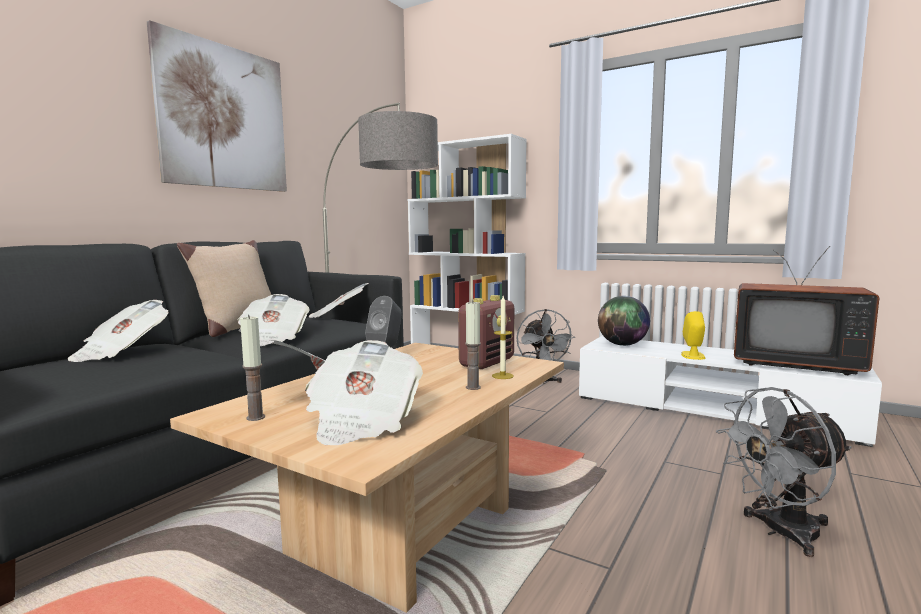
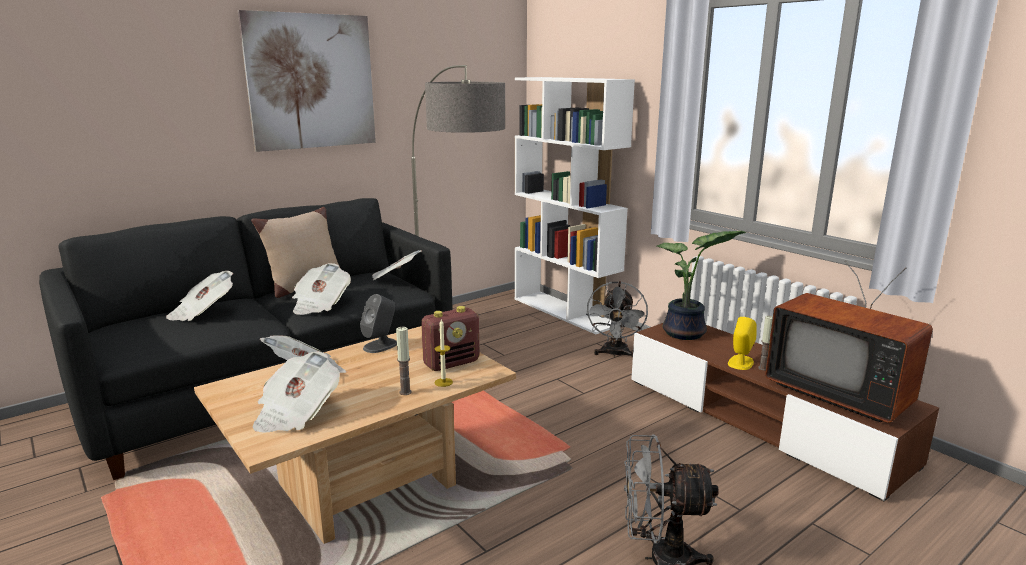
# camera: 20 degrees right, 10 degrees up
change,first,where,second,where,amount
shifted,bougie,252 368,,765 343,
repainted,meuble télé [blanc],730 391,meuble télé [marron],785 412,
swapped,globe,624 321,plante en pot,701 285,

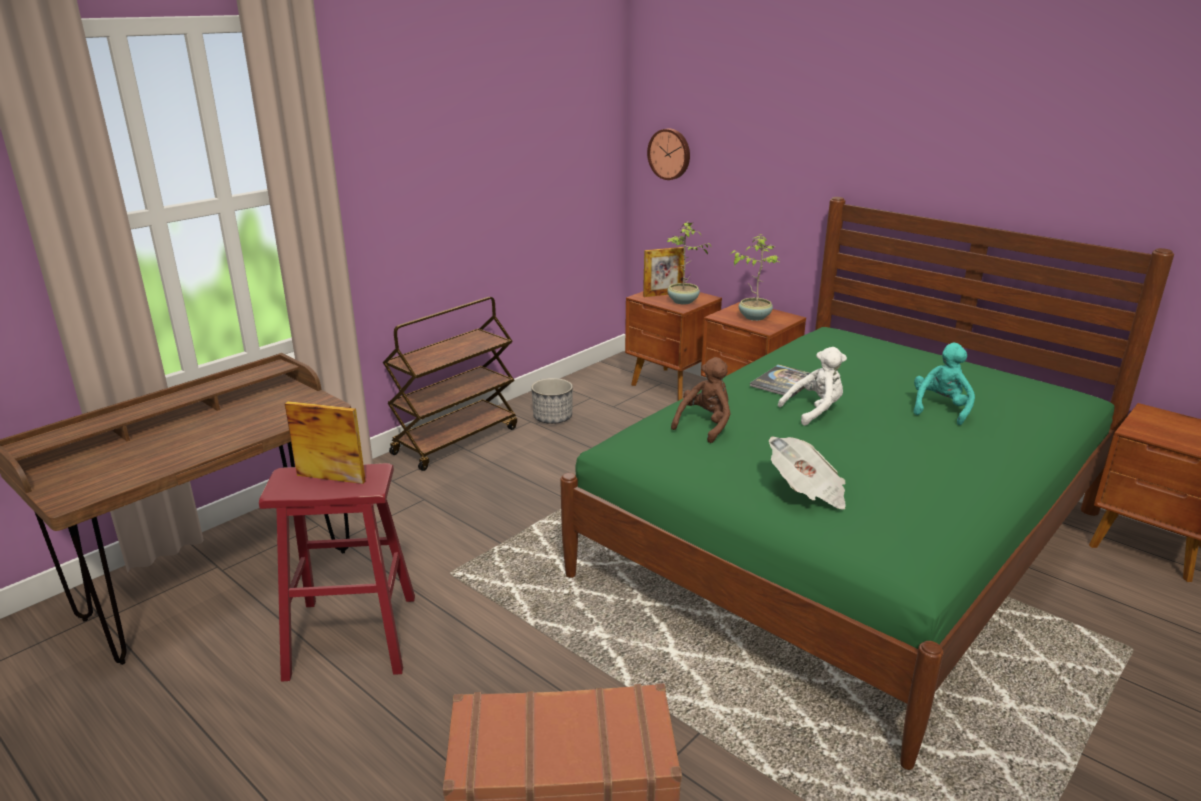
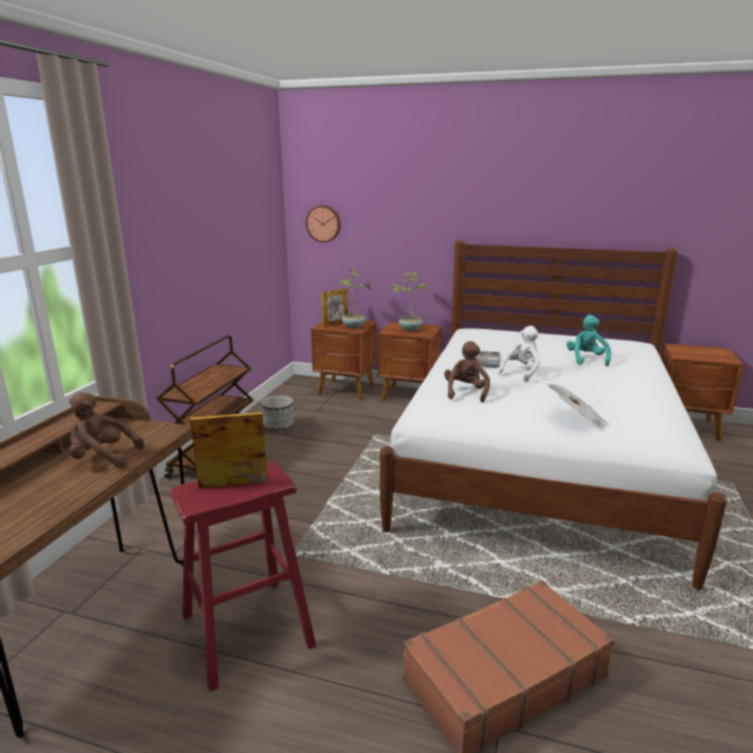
# camera: 25 degrees left, 5 degrees down
change,first,where,second,where,amount
repainted,lit [vert],867 483,lit [blanc],553 415,
new,,,peluche [marron],106 430,

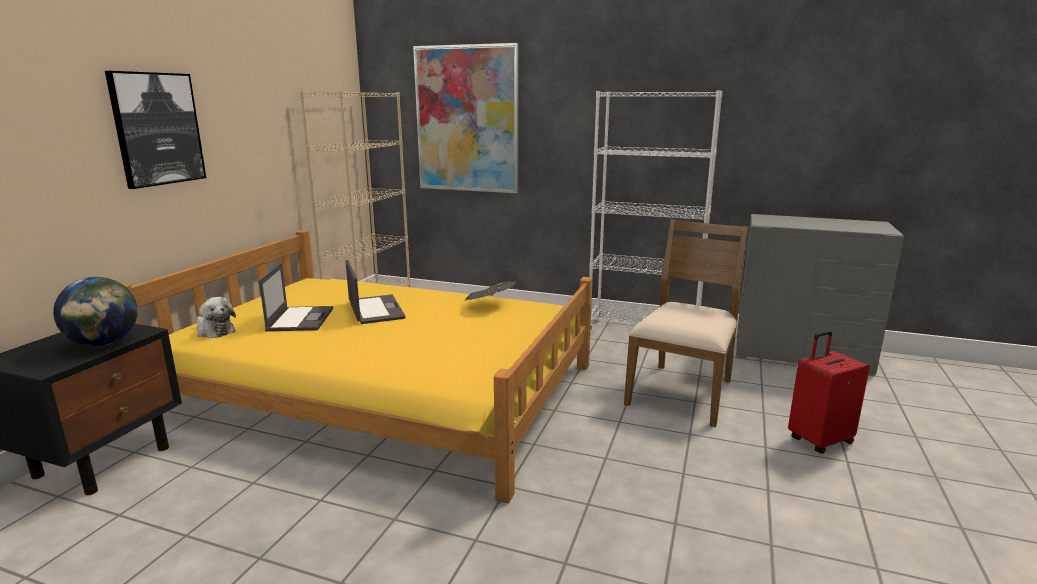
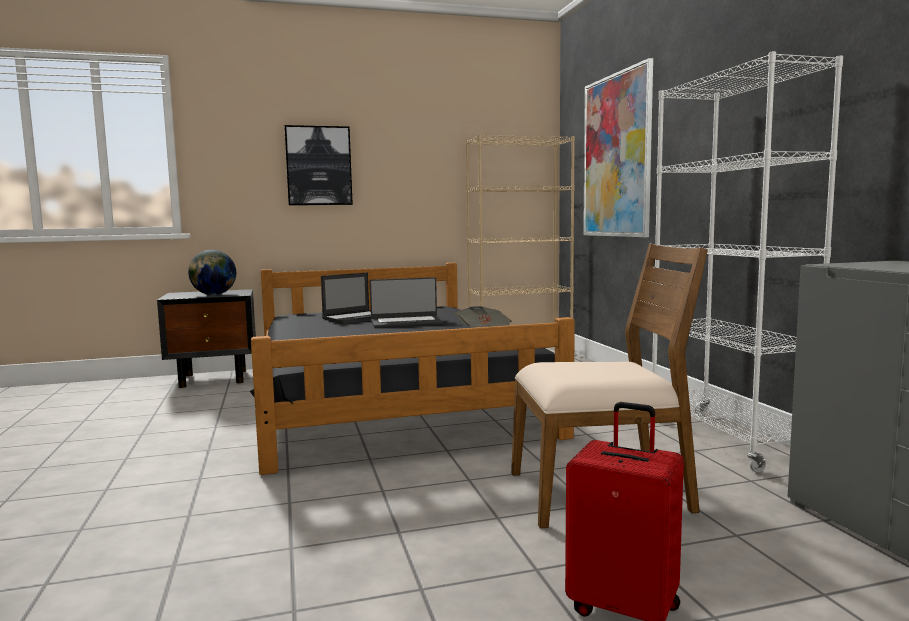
# camera: 55 degrees right, 10 degrees down
change,first,where,second,where,amount
repainted,lit [jaune],357 367,lit [noir],412 369,
gone,peluche,216 317,,,
rotated,ordinateur portable,375 292,,407 302,45 degrees clockwise

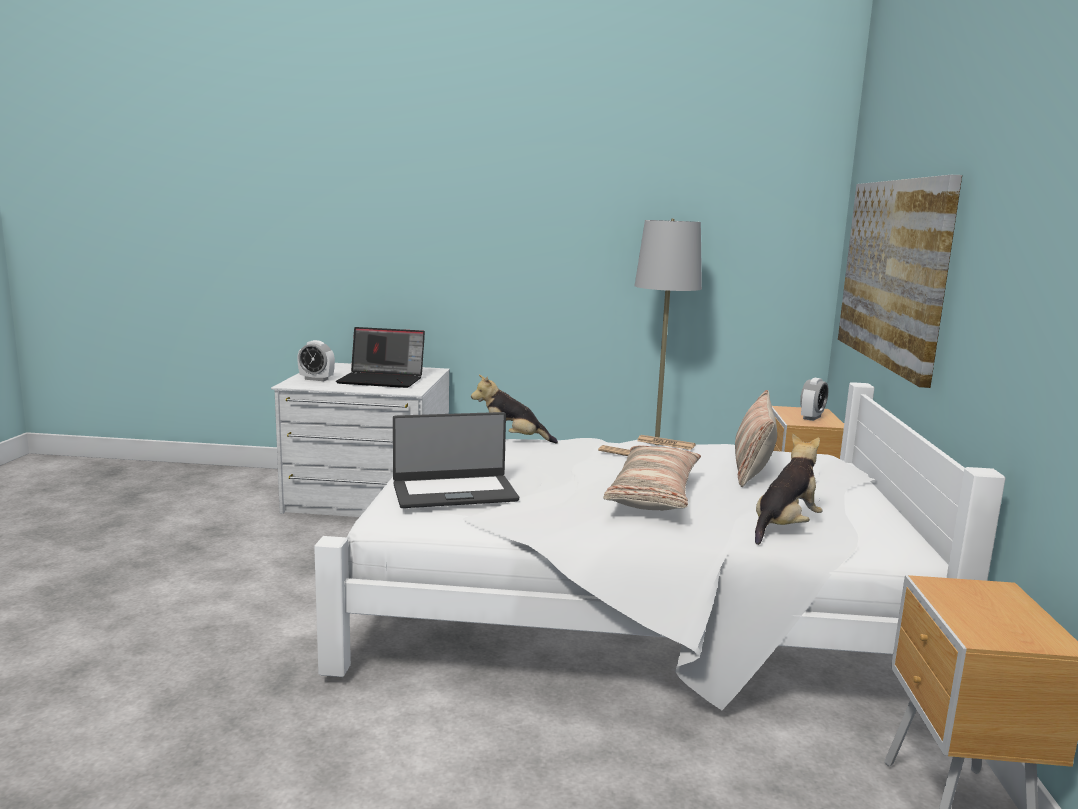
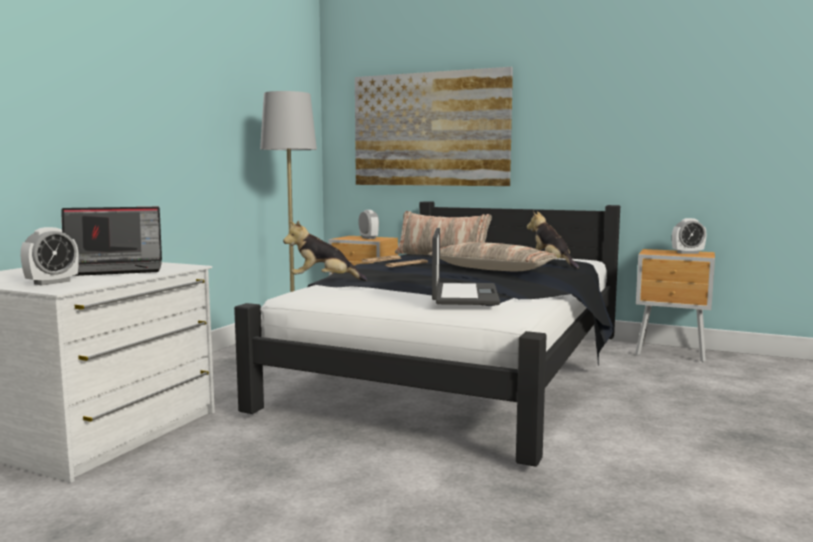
# camera: 70 degrees left, 5 degrees down
change,first,where,second,where,amount
repainted,lit [blanc],660 546,lit [noir],427 334,
rotated,ordinateur portable,380 357,,111 241,45 degrees clockwise
rotated,peluche,514 409,,325 250,60 degrees clockwise
new,,,réveil,689 236,

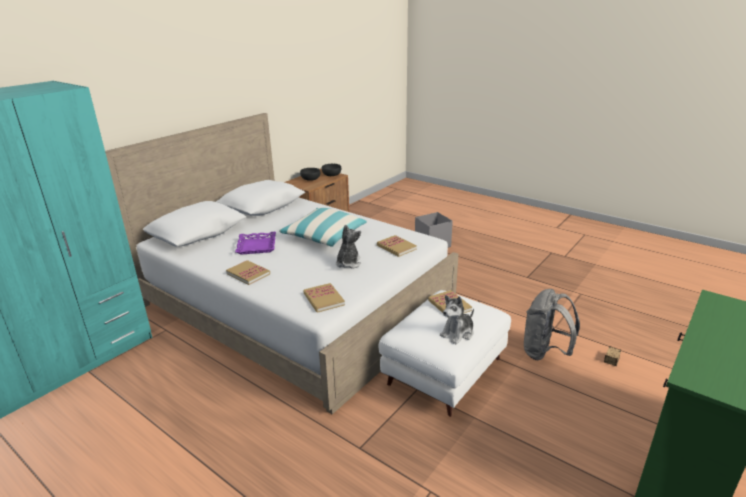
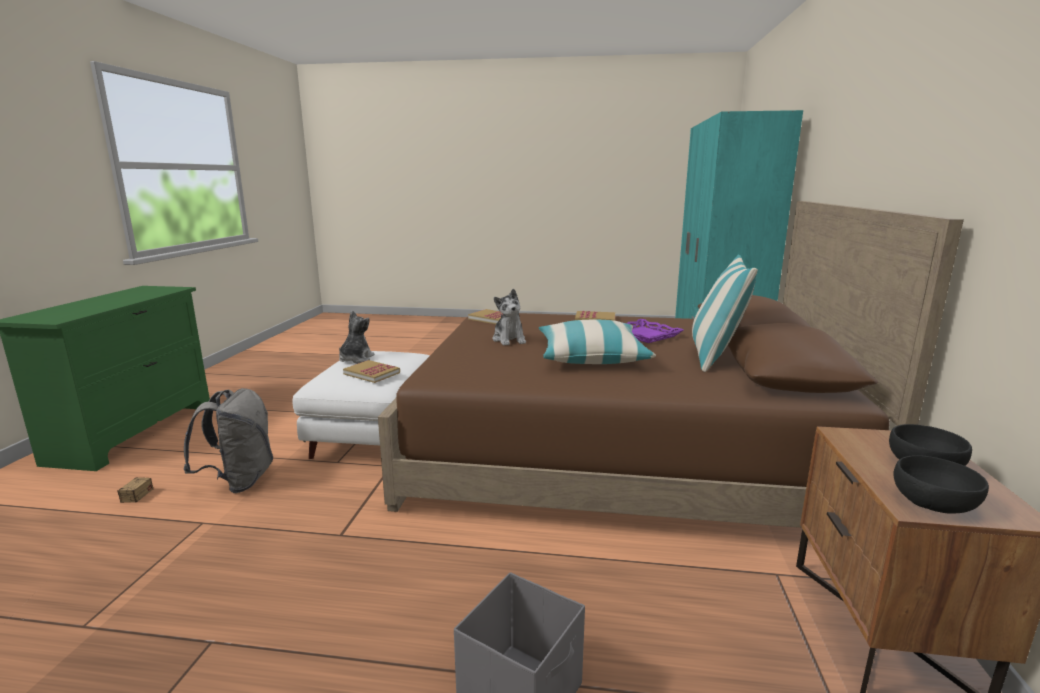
# camera: 150 degrees right, 10 degrees down
change,first,where,second,where,amount
repainted,lit [blanc],282 263,lit [marron],671 364,
gone,livre,397 246,,,
new,,,coussin,725 313,

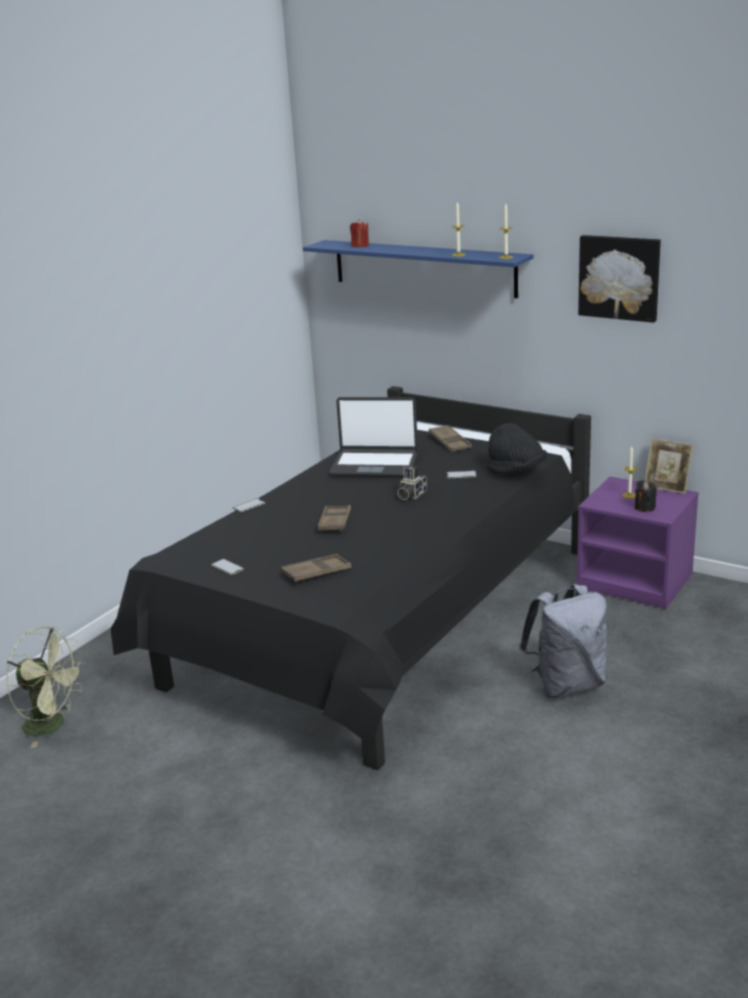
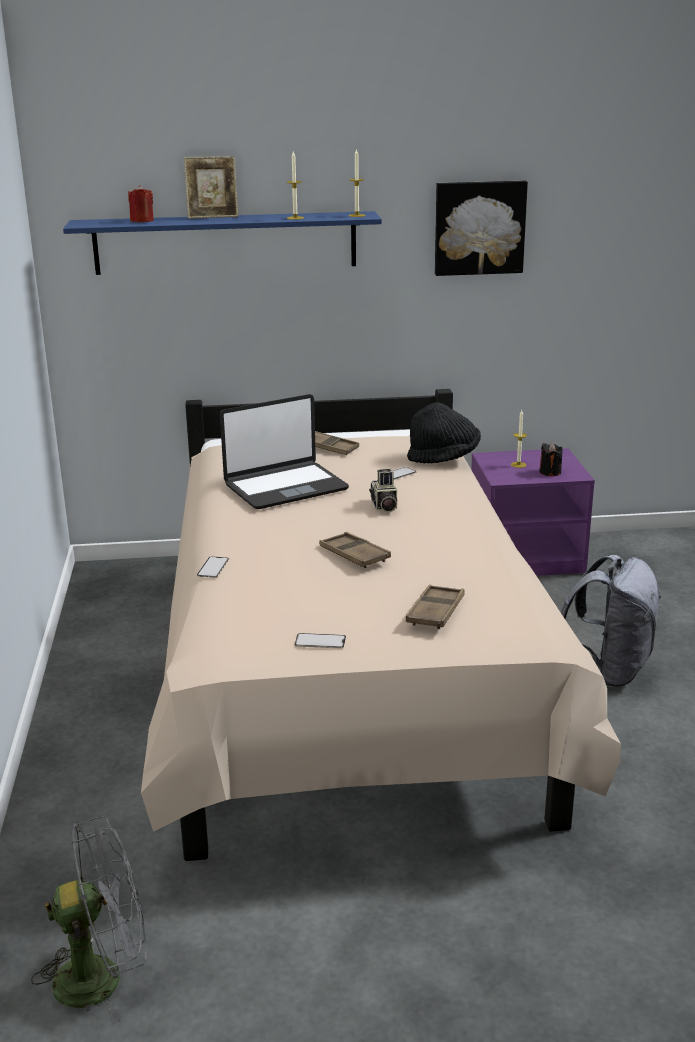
# camera: 40 degrees left, 0 degrees up
change,first,where,second,where,amount
repainted,ventilateur [vert],46 687,ventilateur [gris],89 919,
repainted,lit [noir],351 578,lit [beige],381 625,
shifted,cadre photo,669 466,,211 187,

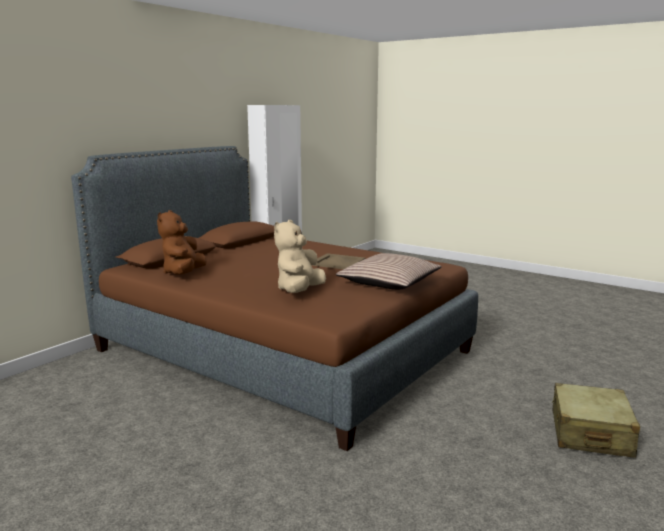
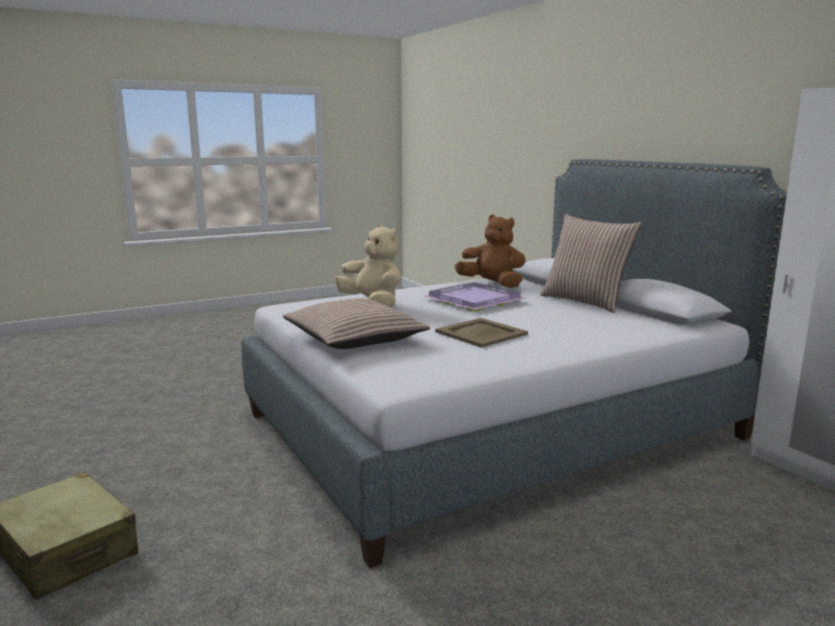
# camera: 115 degrees right, 0 degrees up
change,first,where,second,where,amount
repainted,lit [marron],274 298,lit [gris],514 363,
new,,,plateau [violet],475 296,
new,,,coussin,591 263,

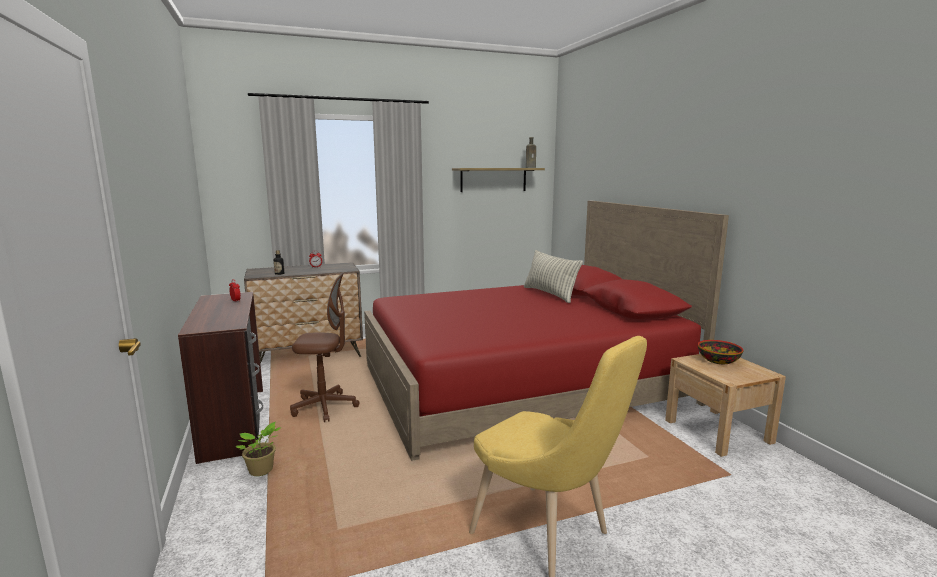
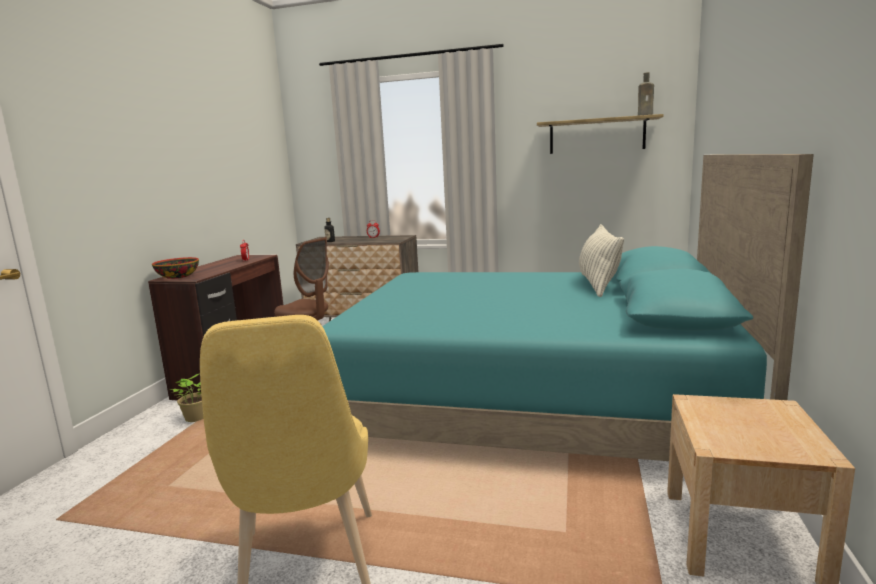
# camera: 35 degrees right, 0 degrees up
change,first,where,second,where,amount
repainted,lit [rouge],546 331,lit [turquoise],568 307,
shifted,bol,720 352,,175 268,

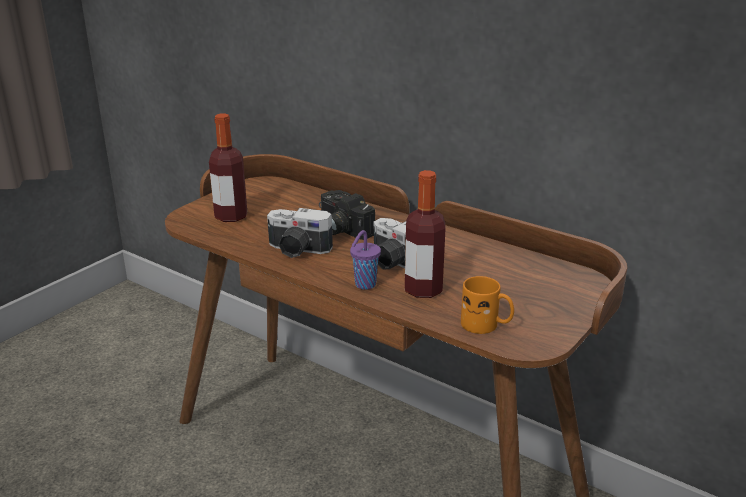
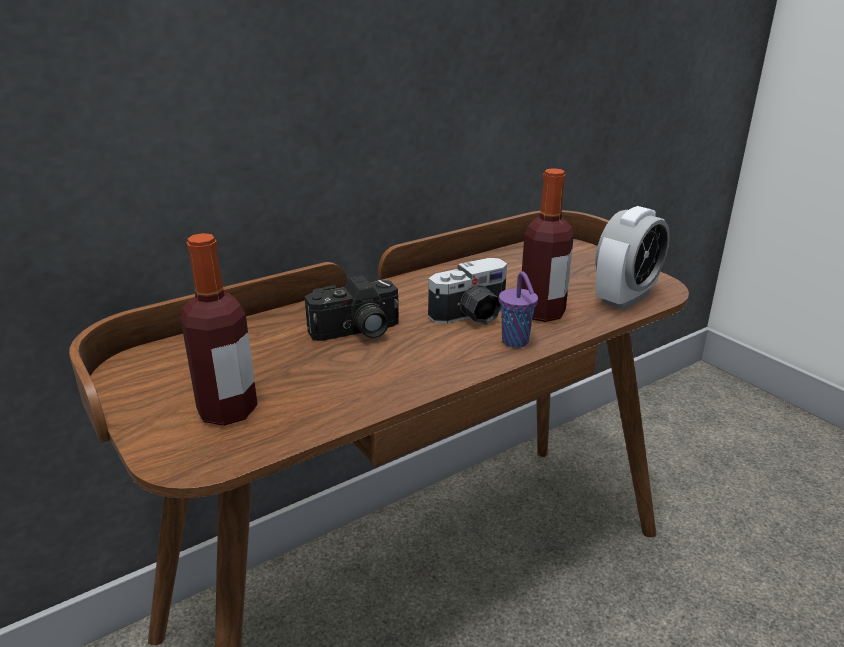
# camera: 70 degrees left, 0 degrees up
change,first,where,second,where,amount
gone,appareil photo,300 233,,,
swapped,mug [orange],487 305,réveil,632 258,

